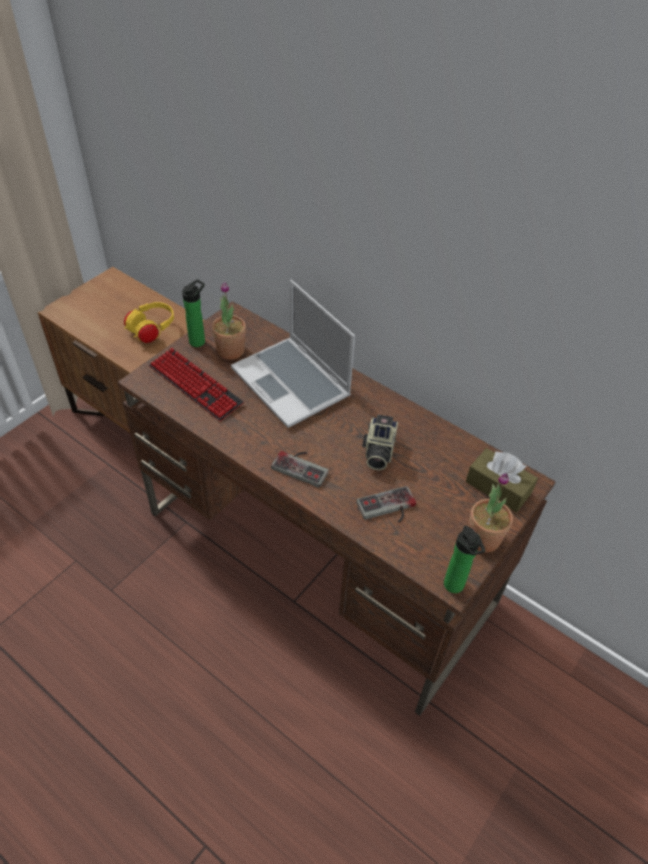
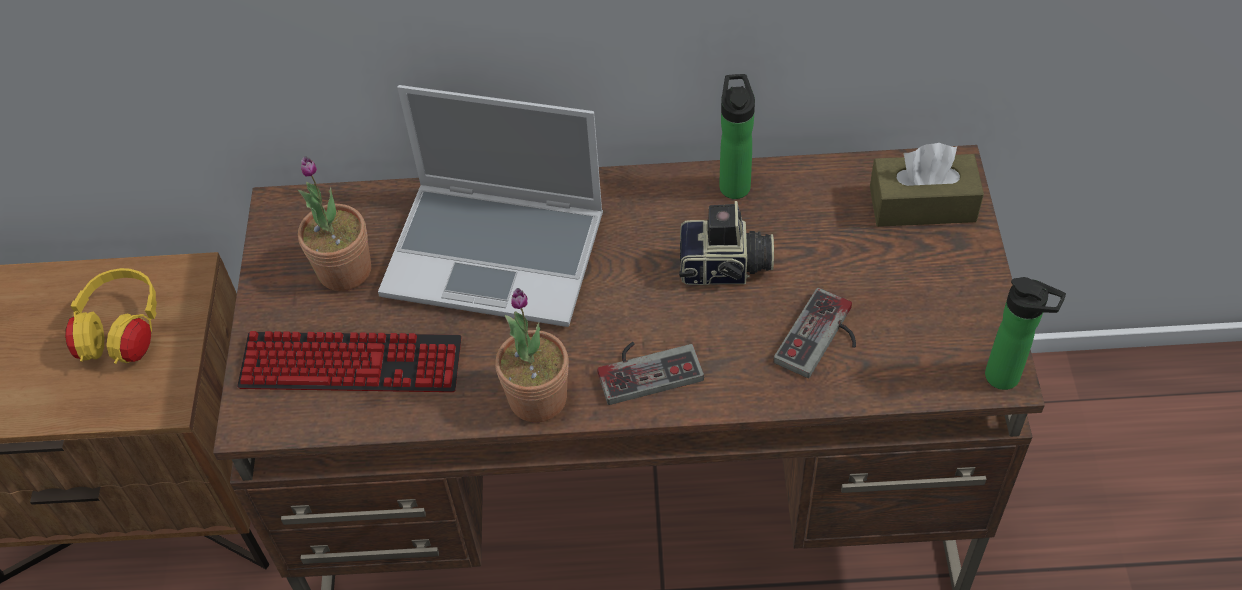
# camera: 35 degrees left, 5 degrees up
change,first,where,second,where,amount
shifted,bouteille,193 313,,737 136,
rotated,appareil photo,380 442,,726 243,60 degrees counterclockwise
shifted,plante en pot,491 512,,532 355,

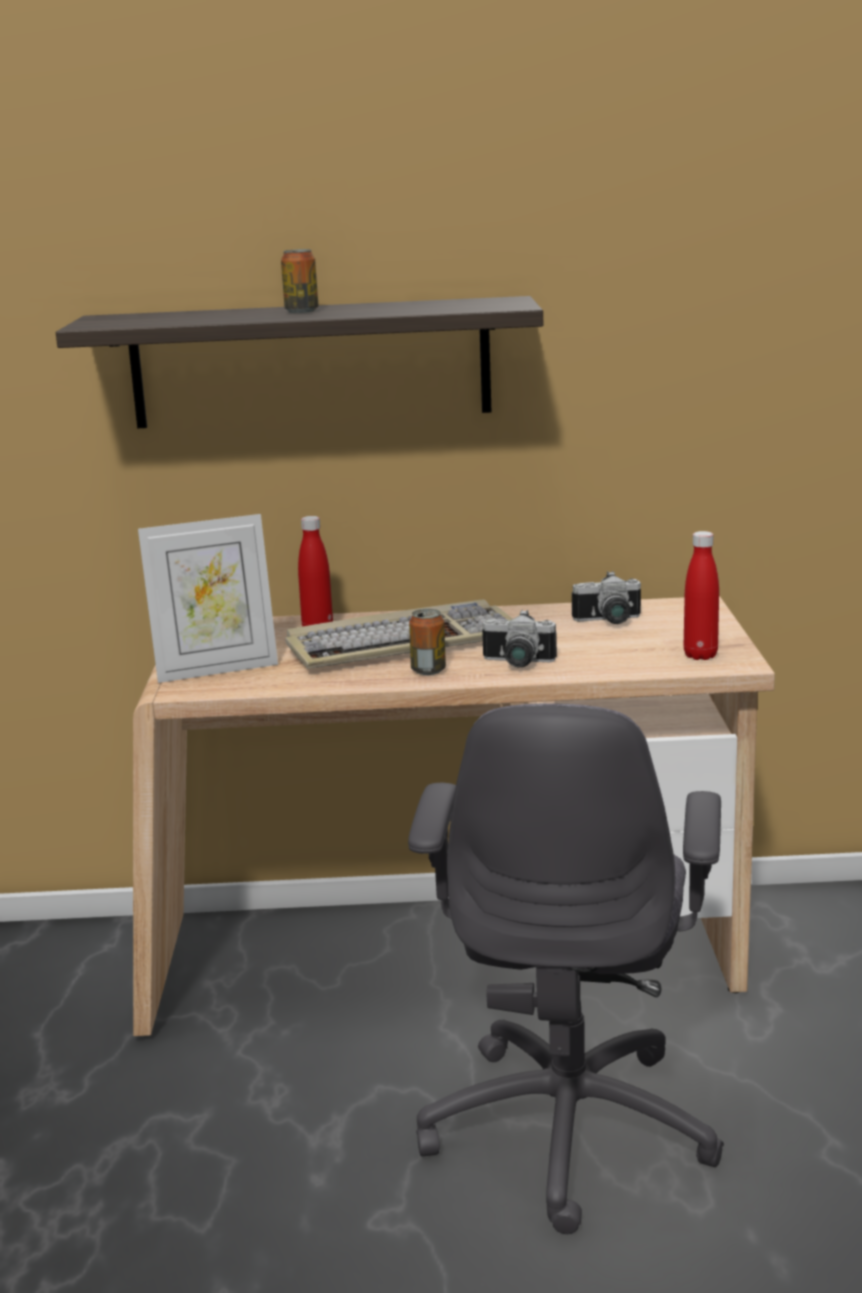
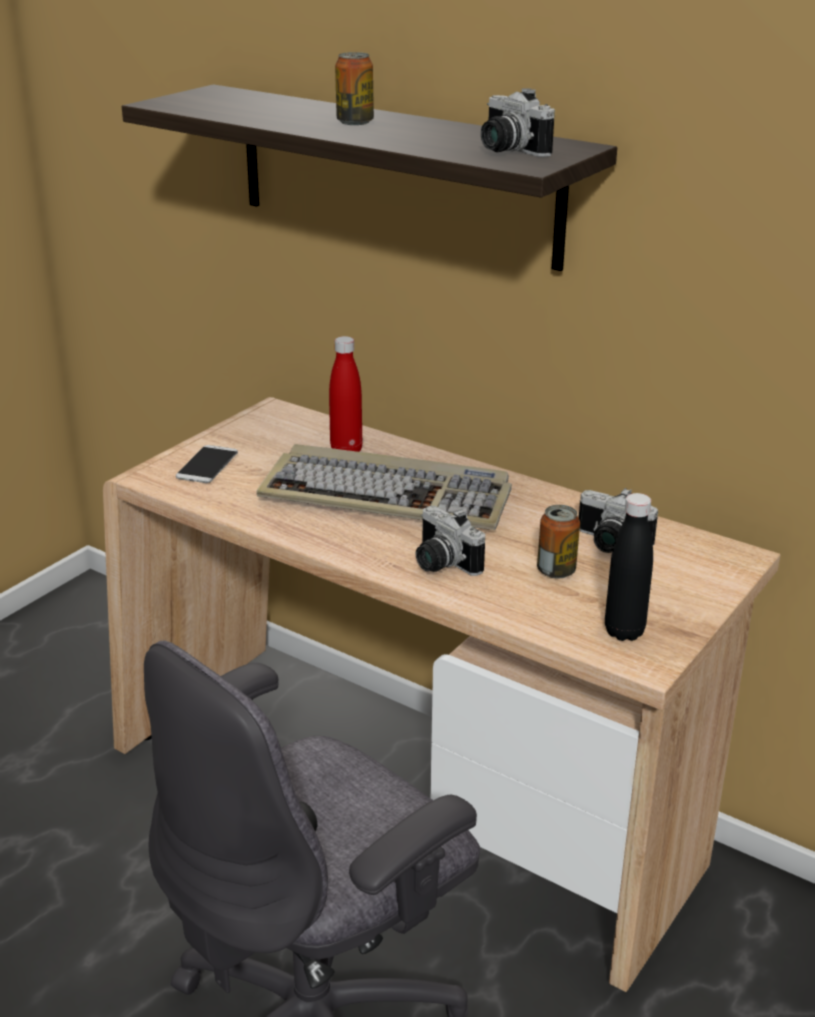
# camera: 35 degrees right, 10 degrees up
change,first,where,second,where,amount
swapped,cadre photo,208 598,téléphone,207 464,
shifted,boîte métallique,427 642,,558 542,
repainted,bouteille [rouge],701 595,bouteille [noir],629 567,
new,,,appareil photo,518 122,

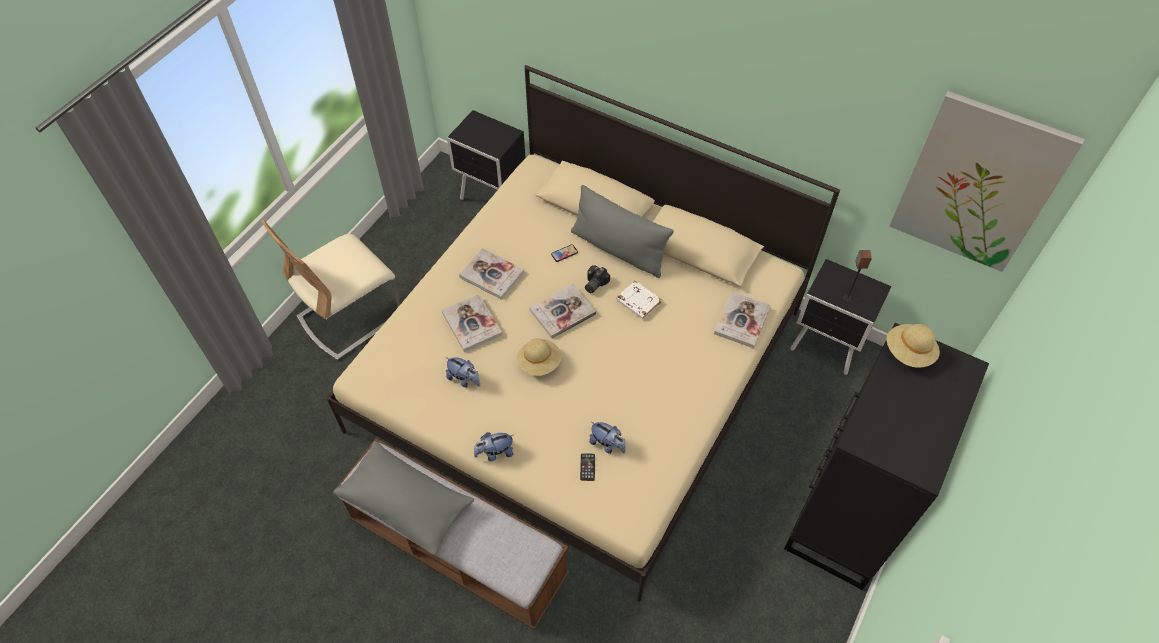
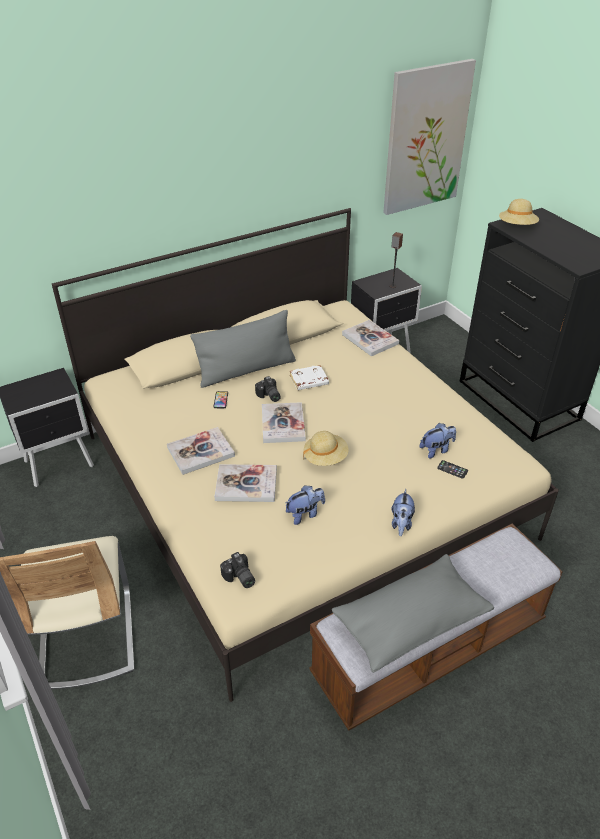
# camera: 60 degrees left, 15 degrees down
change,first,where,second,where,amount
new,,,appareil photo,237 570,

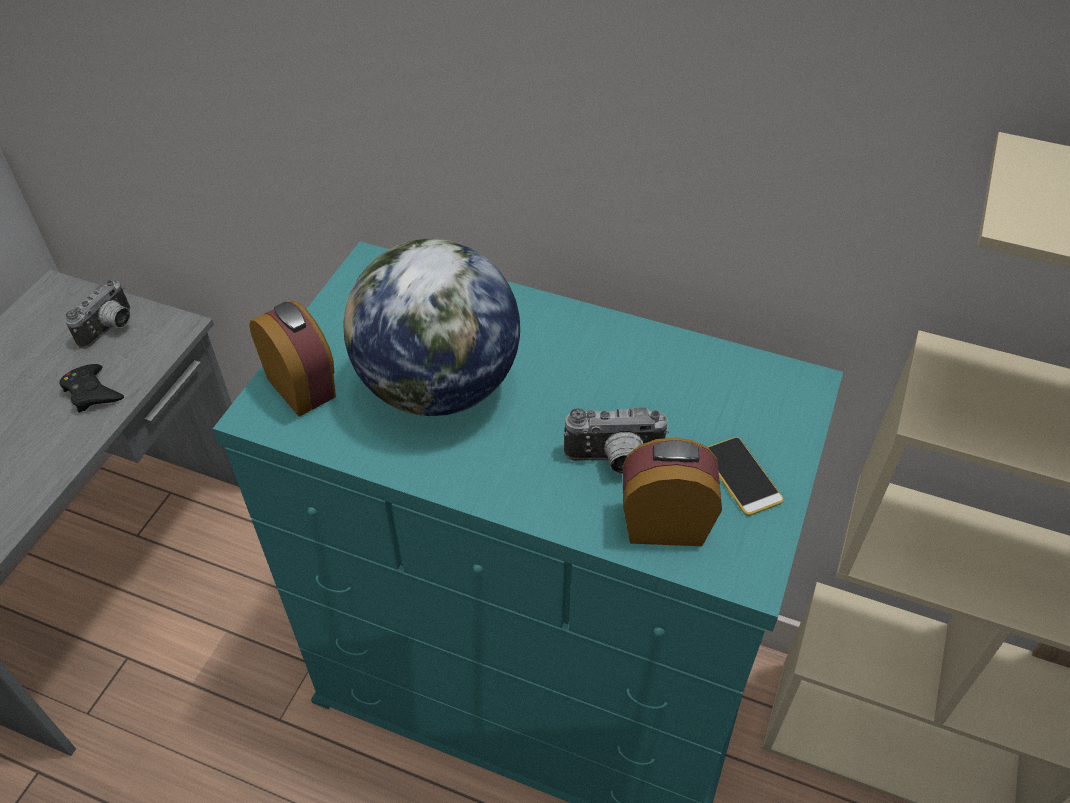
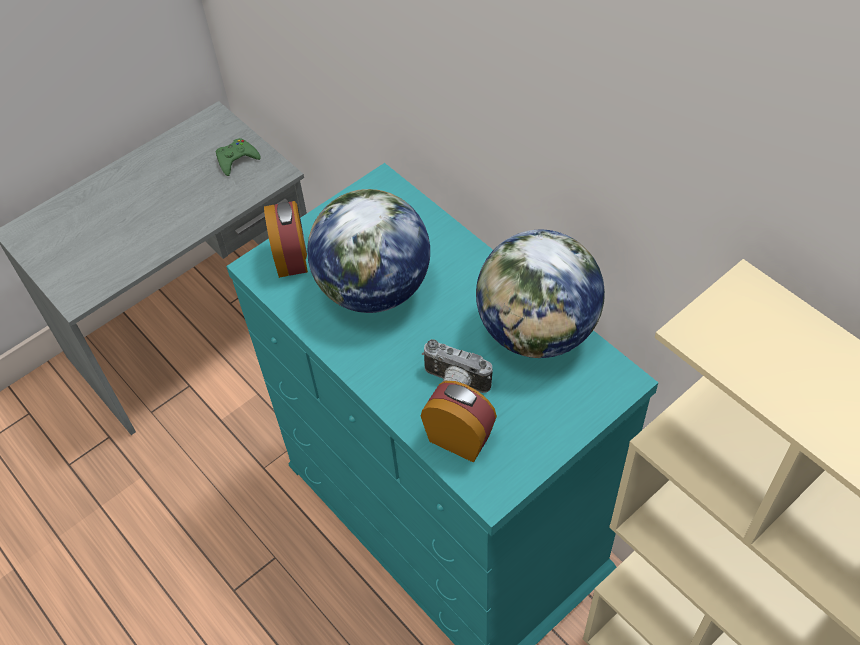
# camera: 30 degrees right, 5 degrees up
change,first,where,second,where,amount
gone,manette [noir],91 388,,,
swapped,appareil photo,98 314,manette [vert],238 157,
gone,téléphone,746 476,,,
new,,,globe,540 294,

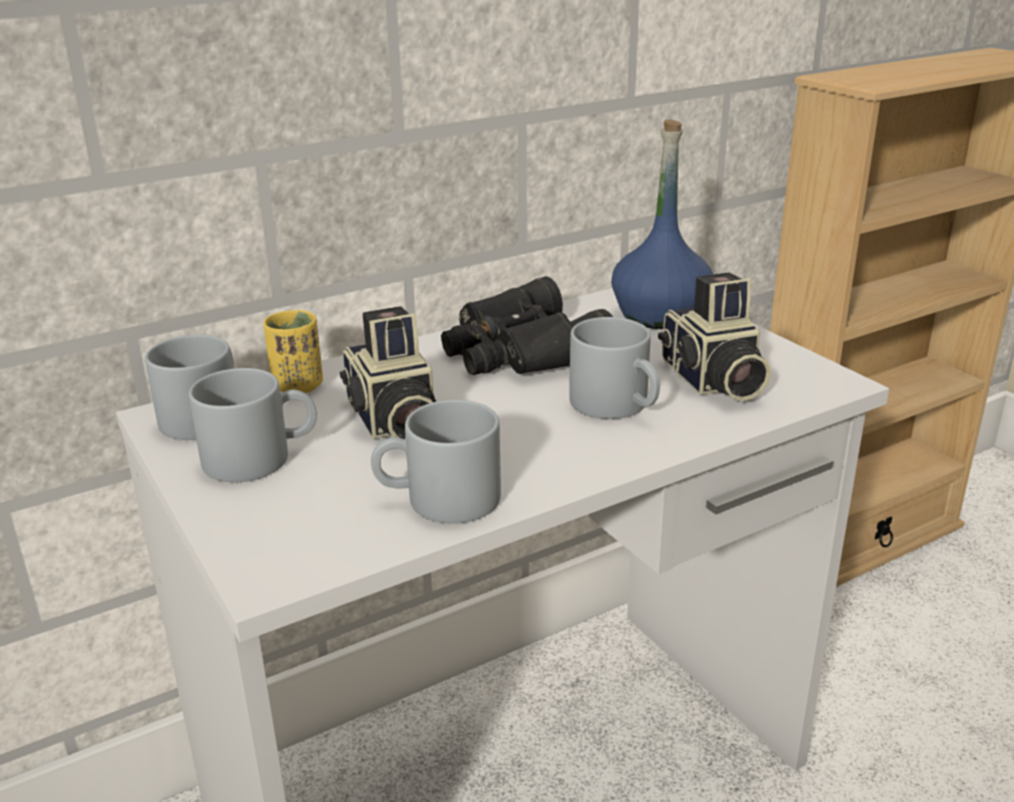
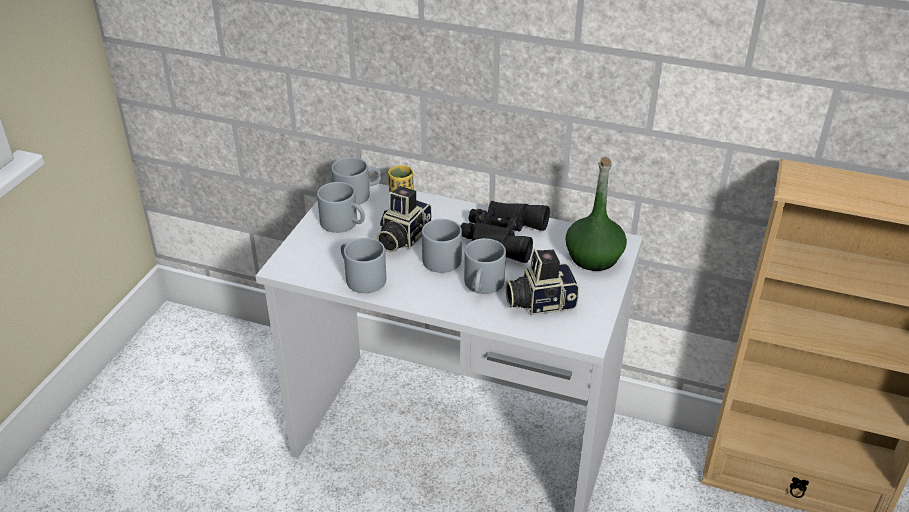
# camera: 50 degrees right, 10 degrees up
change,first,where,second,where,amount
repainted,bouteille [bleu],662 224,bouteille [vert],596 214,
rotated,appareil photo,714 336,,542 282,45 degrees clockwise
new,,,mug [gris],442 246,

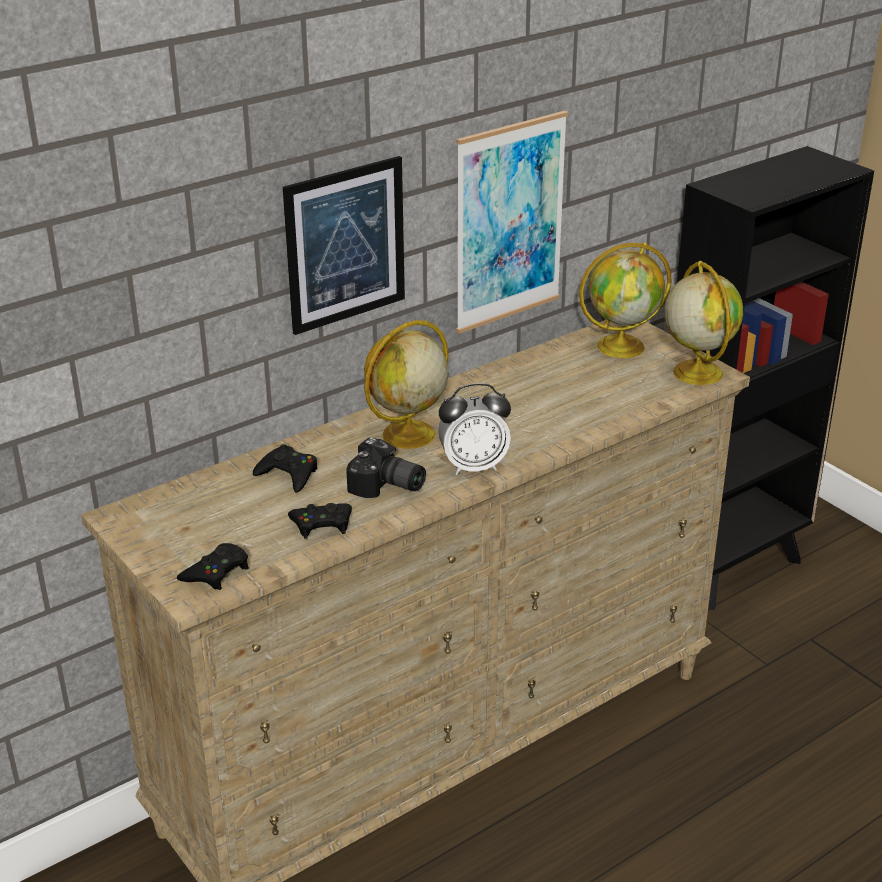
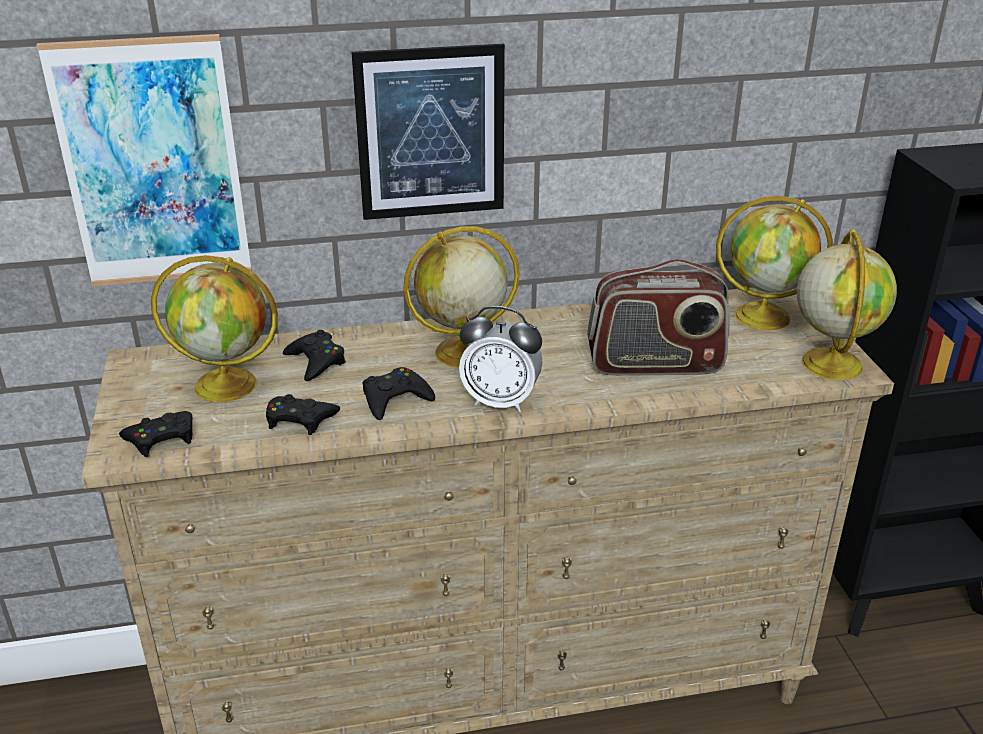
# camera: 25 degrees right, 0 degrees up
change,first,where,second,where,amount
swapped,appareil photo,386 467,manette [noir],399 393,
shifted,tableau,512 222,,144 160,
new,,,globe,214 328,
new,,,radio,658 317,

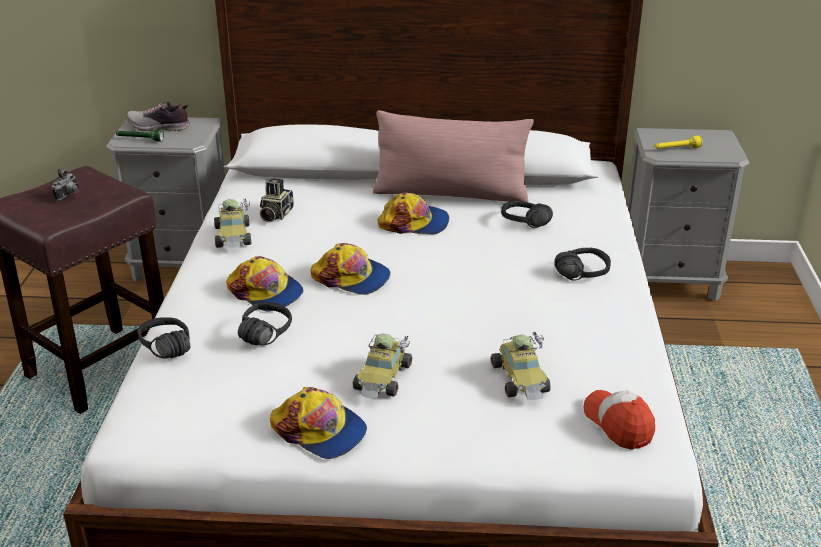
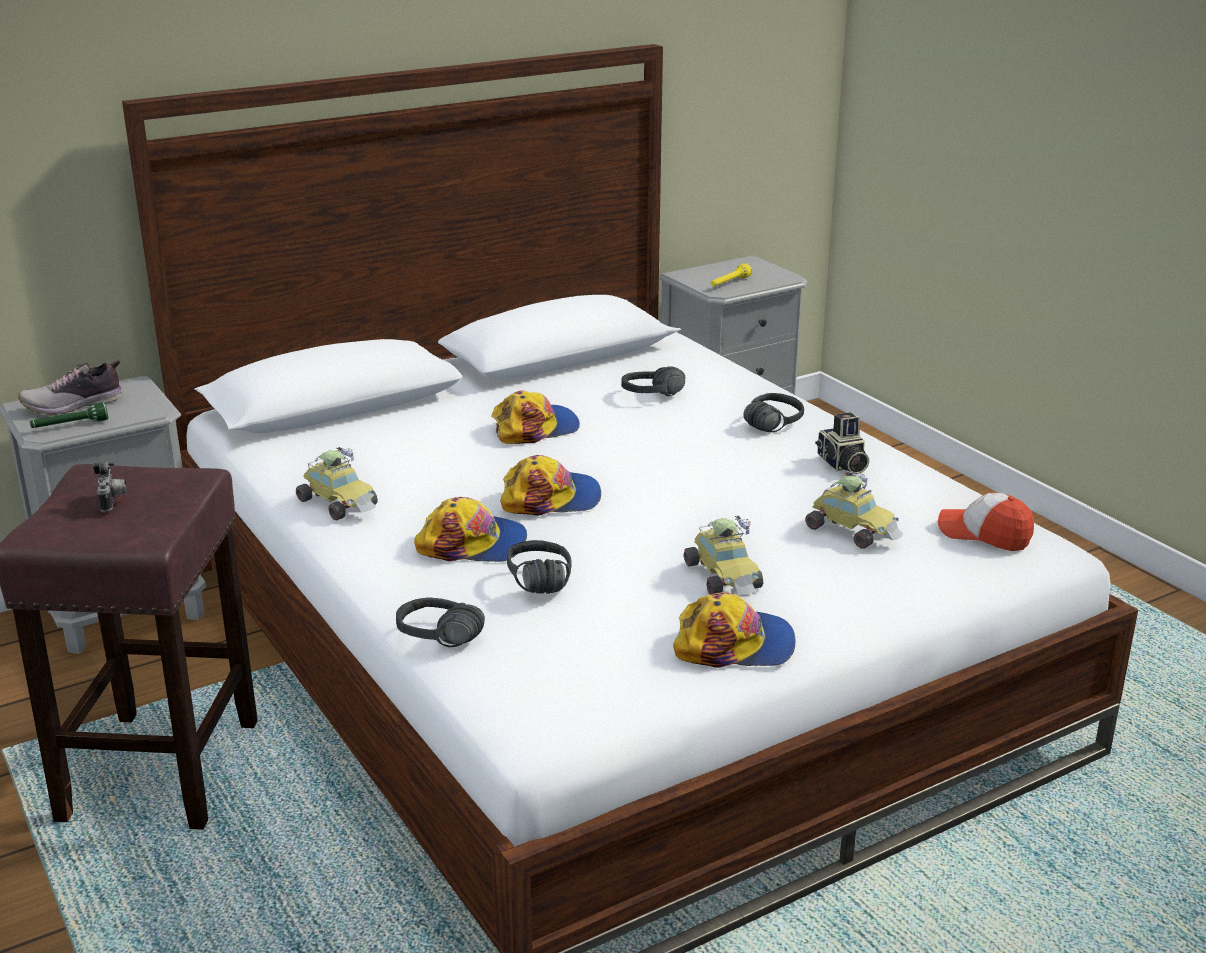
# camera: 35 degrees left, 5 degrees down
change,first,where,second,where,amount
shifted,appareil photo,277 200,,842 443,
gone,coussin [rose],453 156,,,

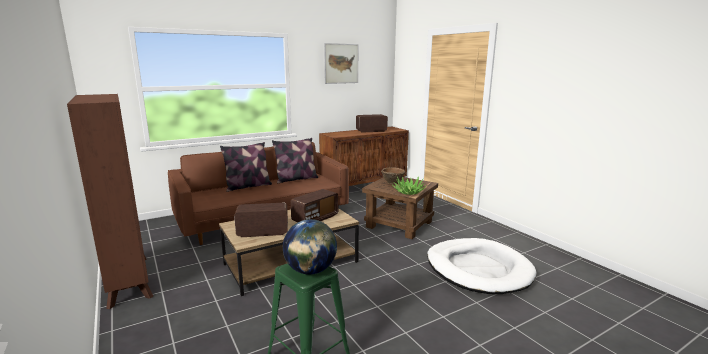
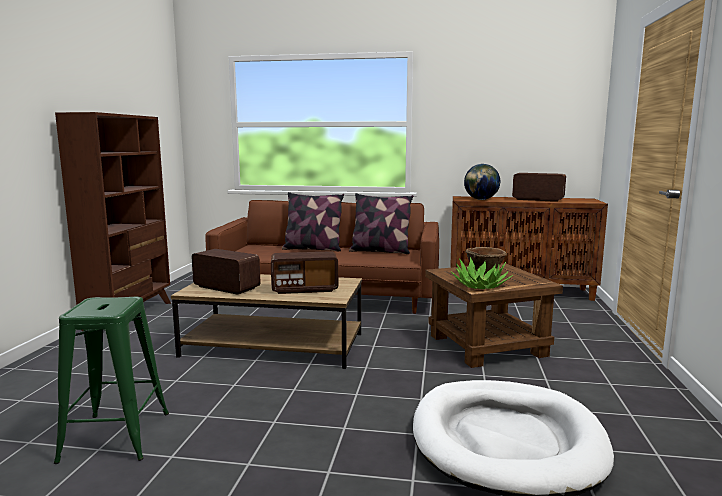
# camera: 40 degrees right, 5 degrees down
change,first,where,second,where,amount
shifted,globe,310 247,,482 182,
gone,tableau,341 63,,,

